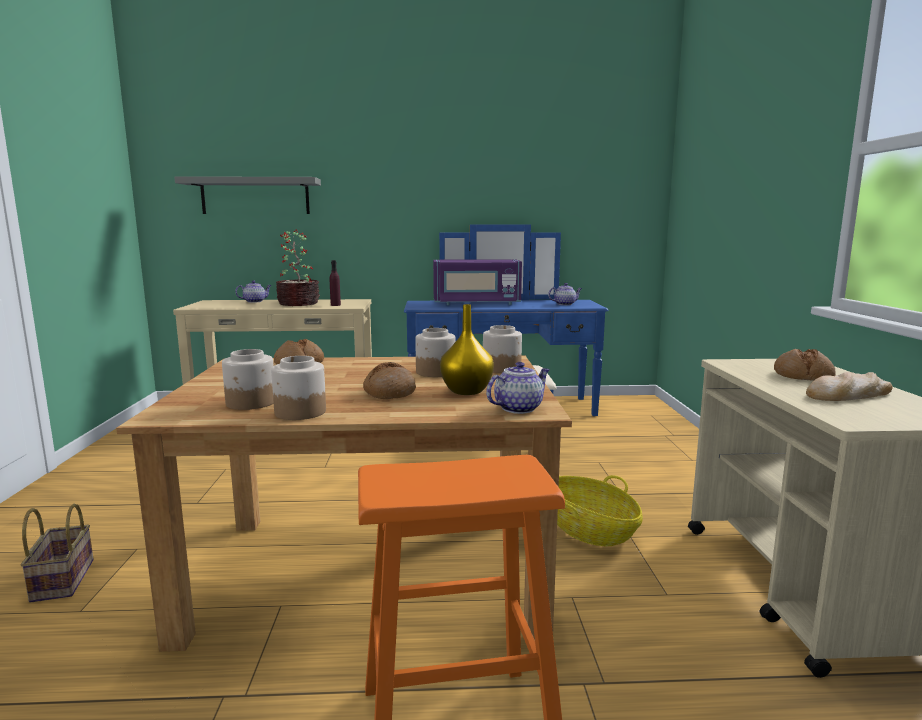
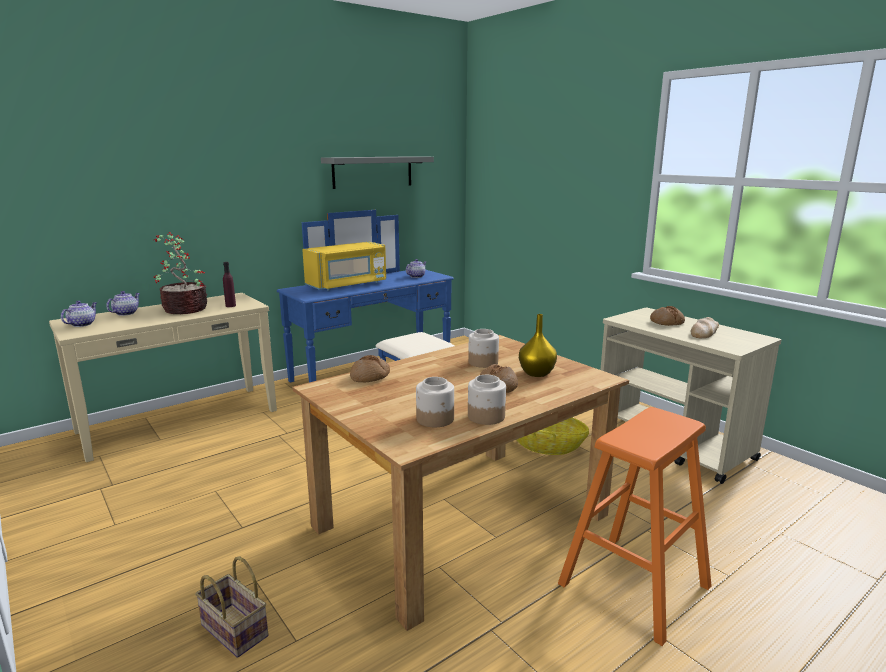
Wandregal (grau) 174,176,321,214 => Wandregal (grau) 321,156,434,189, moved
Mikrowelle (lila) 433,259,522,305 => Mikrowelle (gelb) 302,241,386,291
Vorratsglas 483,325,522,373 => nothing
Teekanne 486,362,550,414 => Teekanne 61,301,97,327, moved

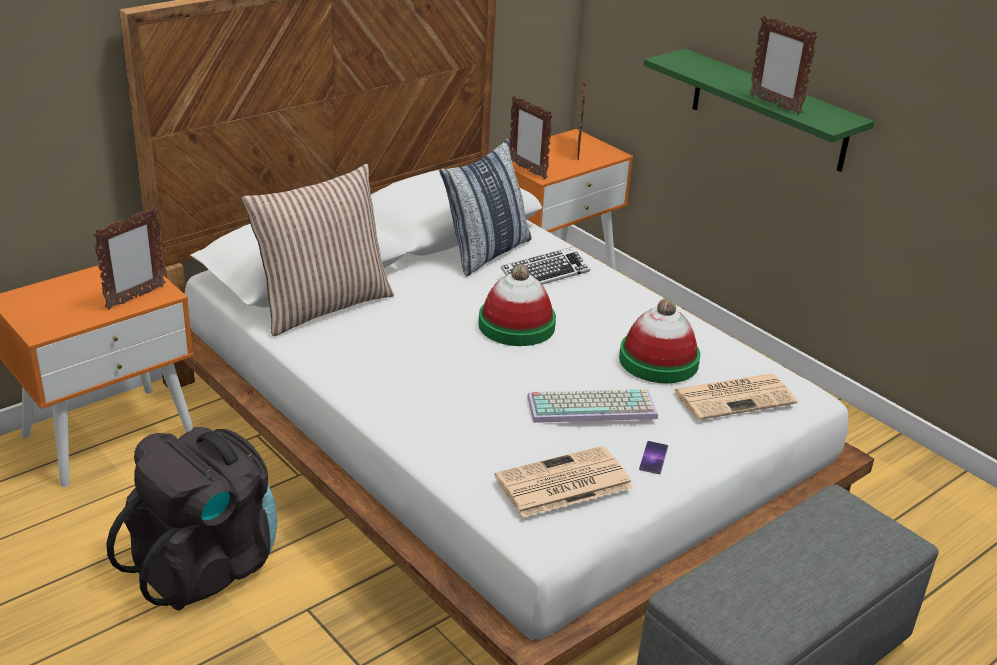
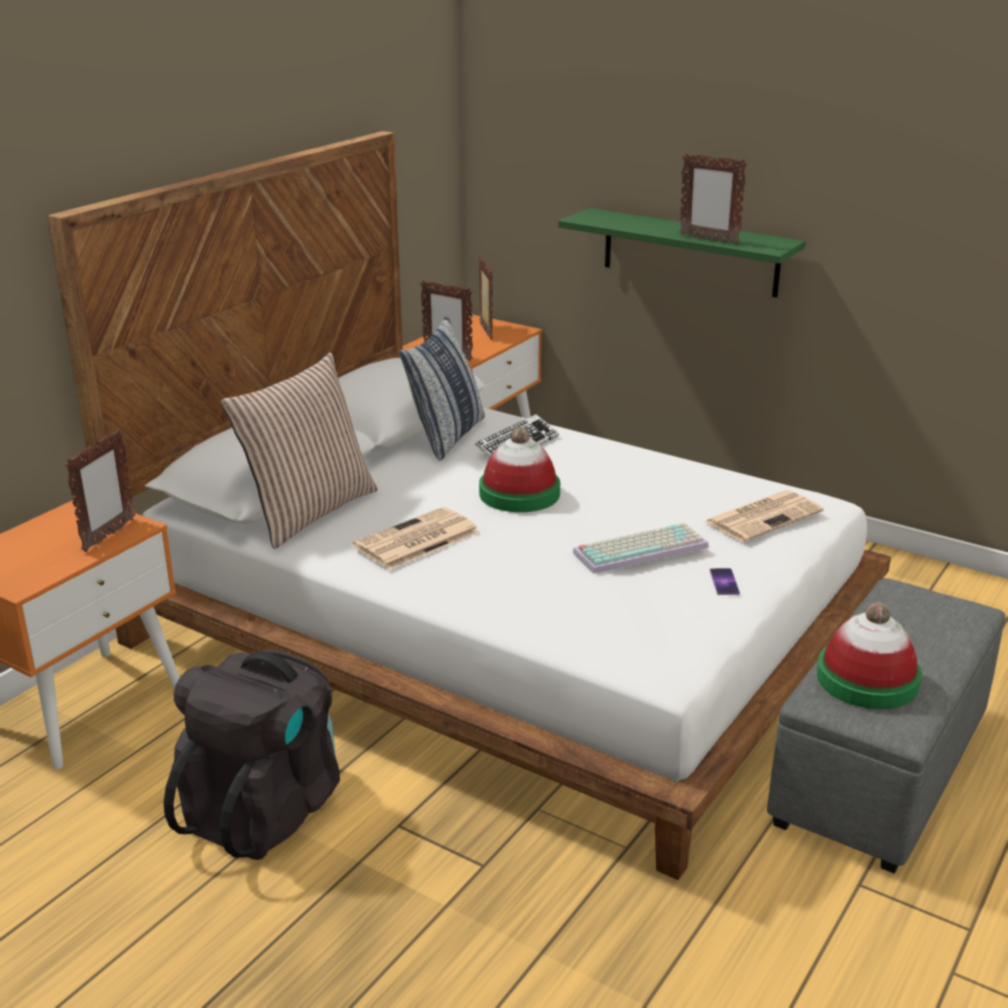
Hut 619,298,701,383 => Hut 817,602,922,709, moved
Zeitung 495,446,633,517 => Zeitung 353,507,479,570, moved

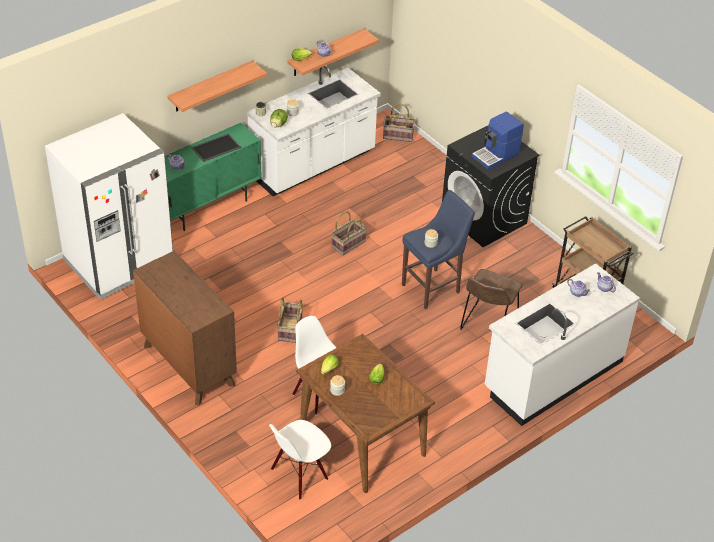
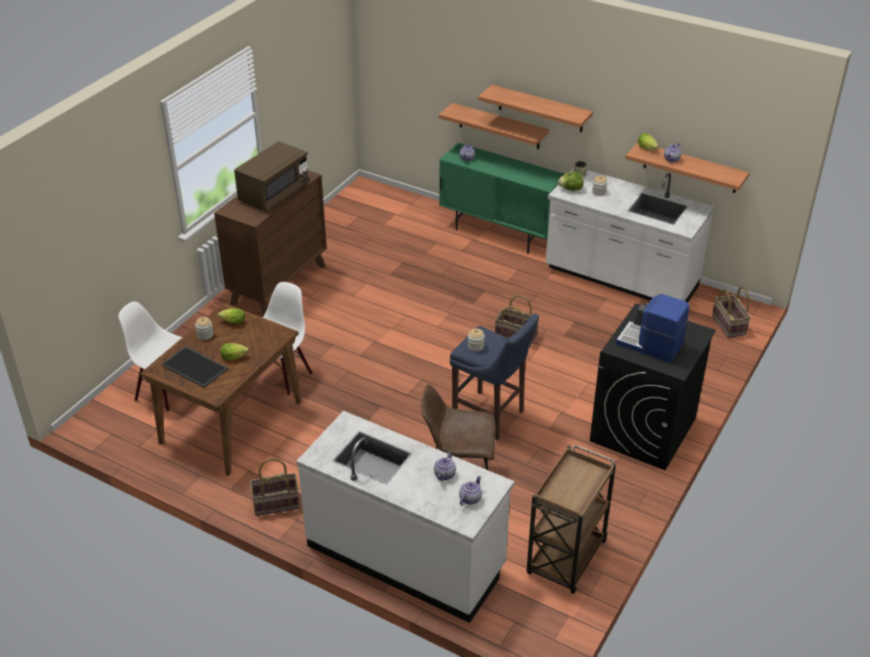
Kühlschrank (weiß) 45,113,173,299 => nothing
Tablett 191,133,241,162 => Tablett 161,346,228,388, moved
Korb 277,297,303,343 => Korb 249,458,300,516, moved
nothing => Wandregal 439,103,549,149
nothing => Mikrowelle (braun) 234,141,310,211

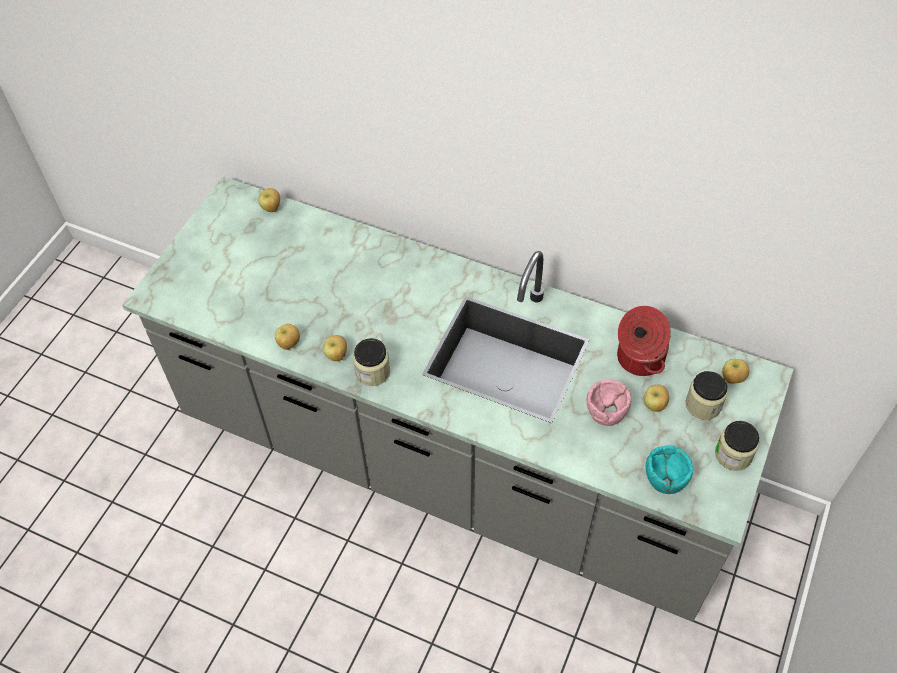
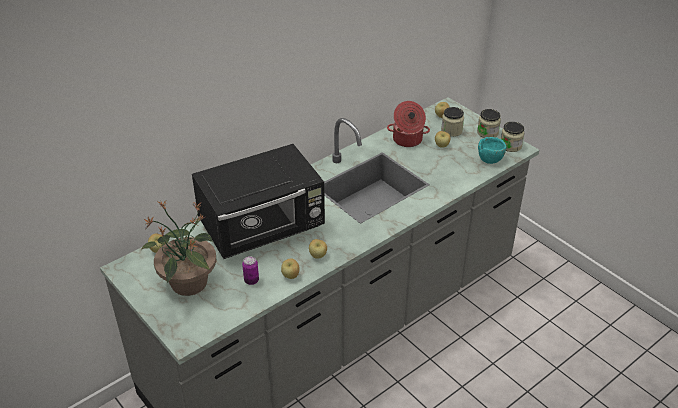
Vorratsglas 353,338,390,386 => Vorratsglas 501,122,525,152, moved
Schüssel (rosa) 587,379,631,426 => nothing
nothing => Mikrowelle (schwarz) 192,144,325,259
nothing => Topfpflanze 141,201,216,296
nothing => Dose 242,256,259,285

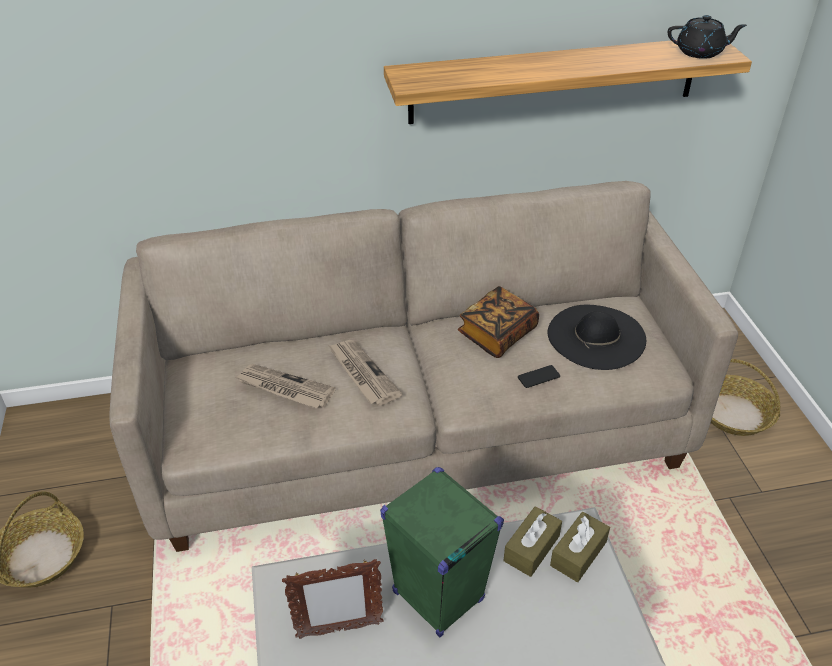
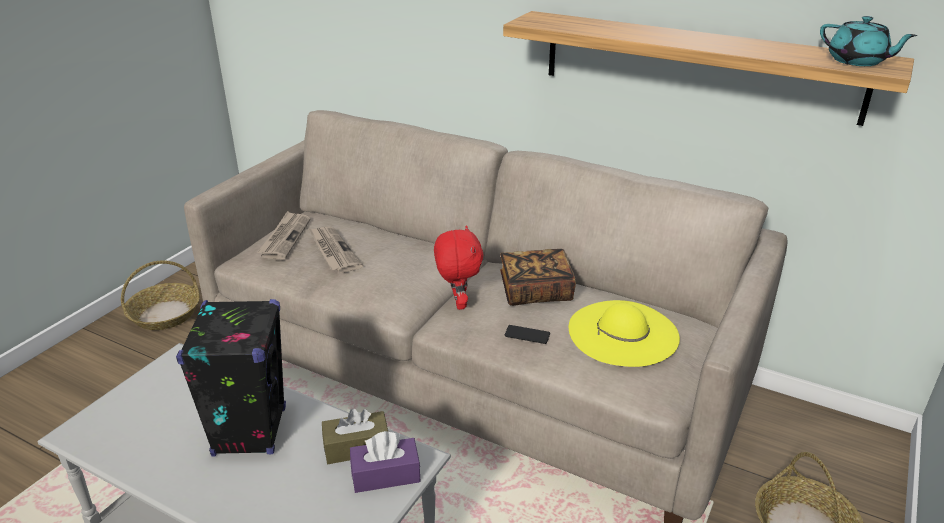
Teekanne (schwarz) 668,15,747,59 => Teekanne (türkis) 820,16,918,66
Hut (schwarz) 548,305,646,370 => Hut (gelb) 569,300,680,367
Zeitung 328,340,402,406 => Zeitung 257,211,311,260, moved
Lautsprecher (grün) 380,467,504,638 => Lautsprecher (schwarz) 176,299,286,456
Taschentuchbox (braun) 550,512,610,582 => Taschentuchbox (lila) 350,431,421,493
Bilderrahmen 282,559,383,639 => nothing
nothing => Plüschtier (rot) 434,225,484,310

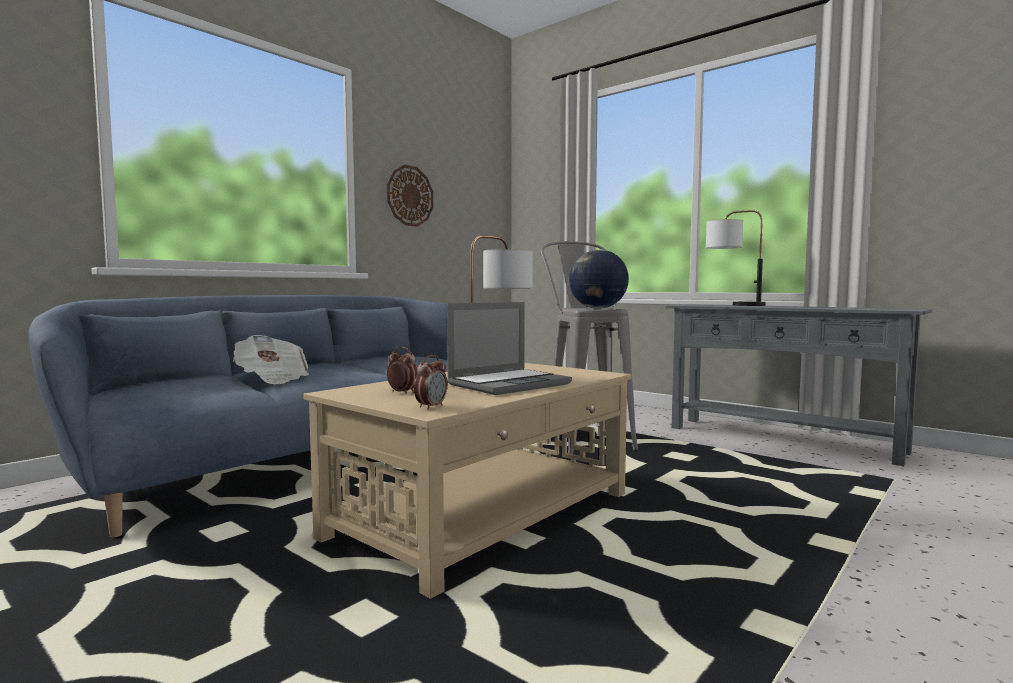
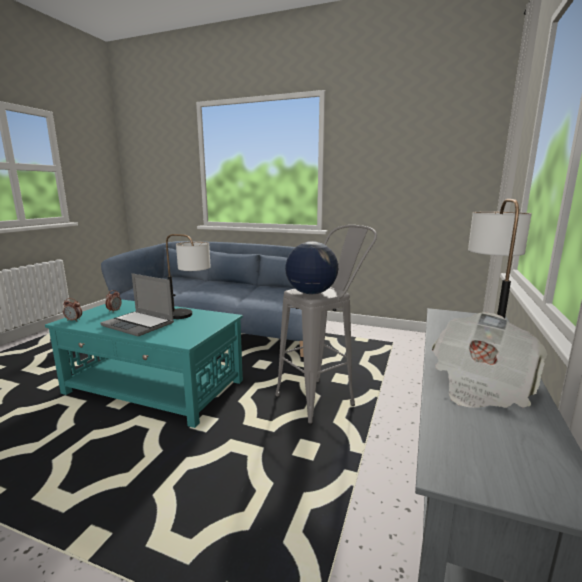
Wanduhr 387,165,433,227 => nothing
Zeitung 233,335,309,384 => Zeitung 432,312,547,408, moved
Couchtisch (beige) 303,363,632,599 => Couchtisch (türkis) 45,299,243,428

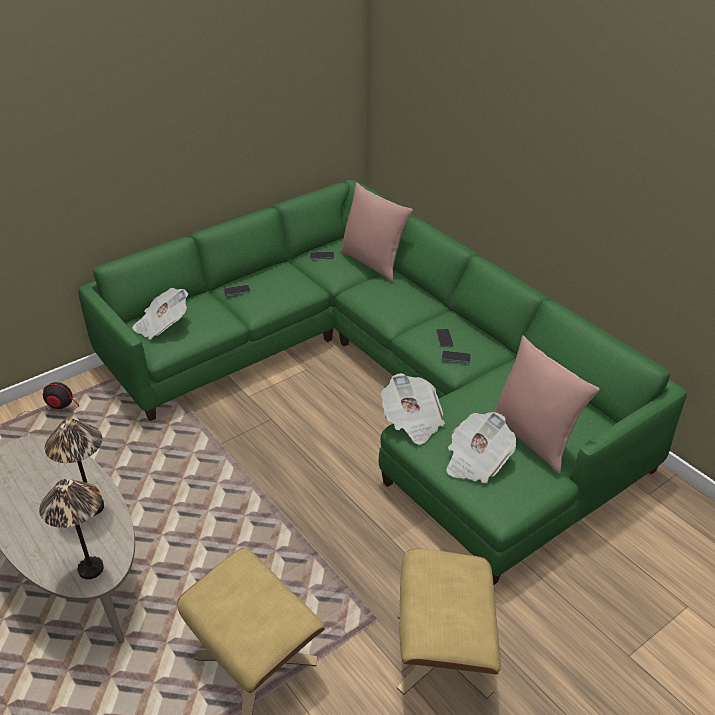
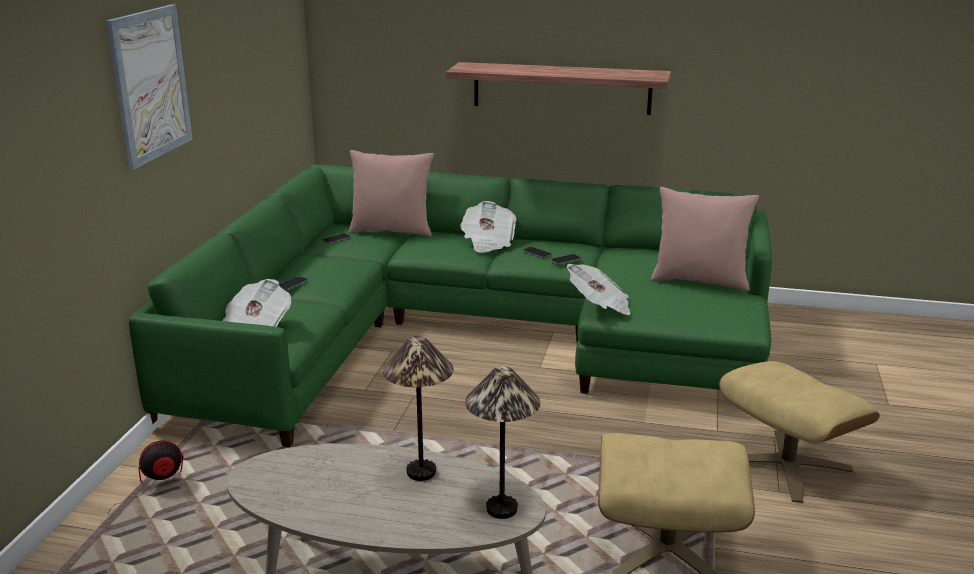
Zeitung 446,412,516,483 => Zeitung 460,201,516,253, moved
nothing => Bild 106,4,193,170
nothing => Wandregal 446,62,671,115

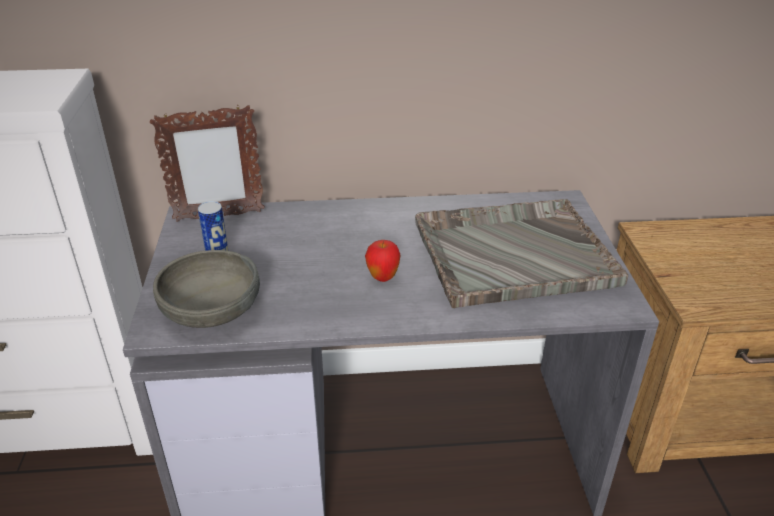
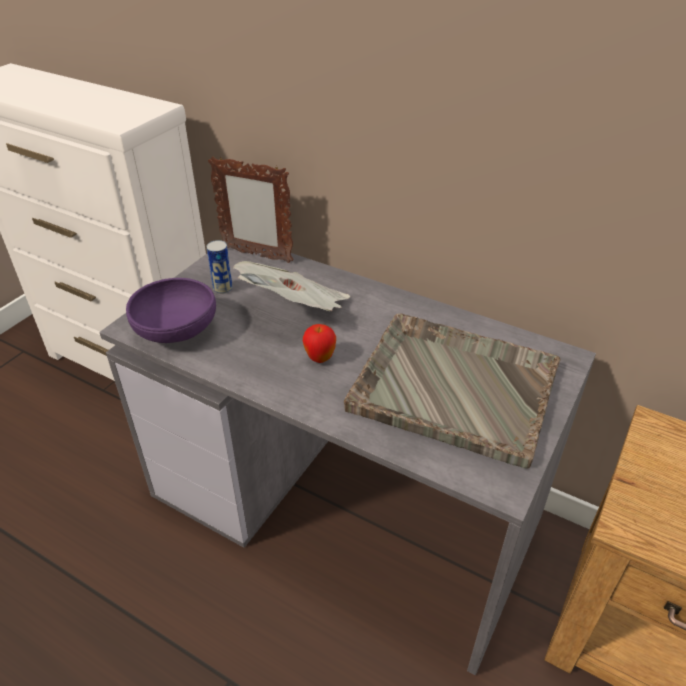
Schüssel (grau) 153,250,260,328 => Schüssel (lila) 126,278,216,343
nothing => Zeitung 234,261,351,311

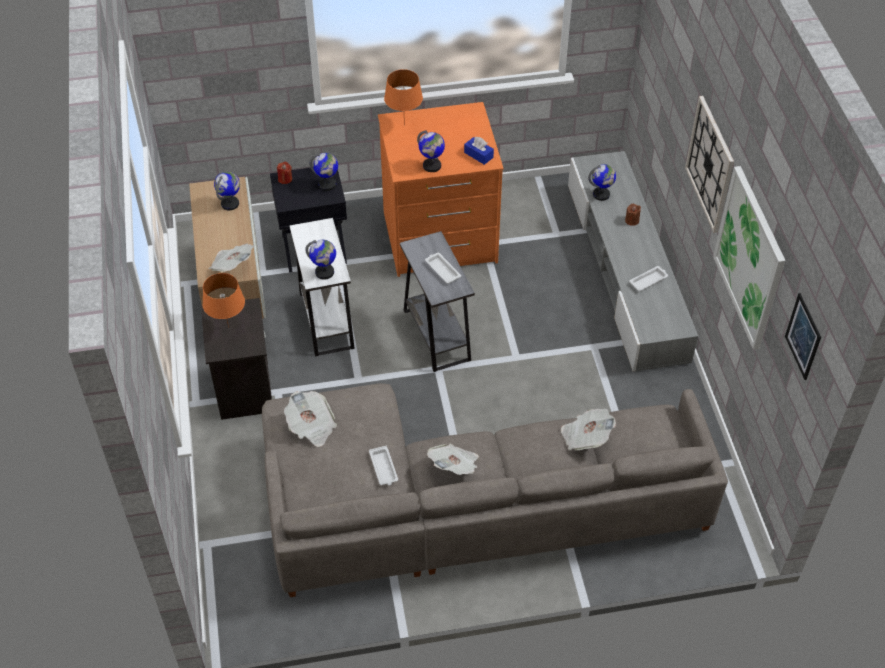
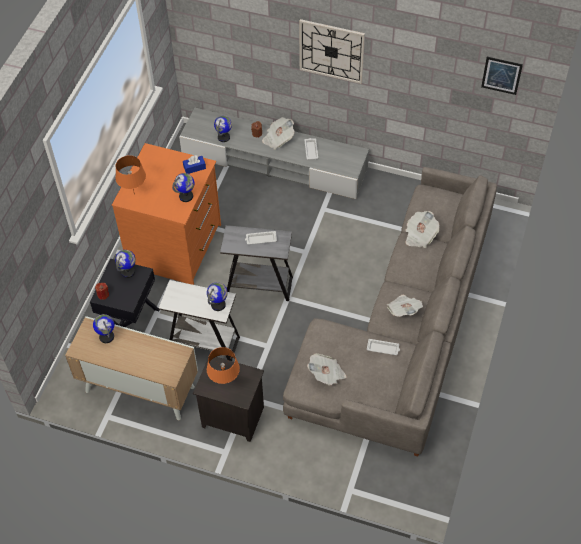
Bild 713,166,786,350 => nothing
Zeitung 209,244,254,272 => Zeitung 262,117,294,150, moved

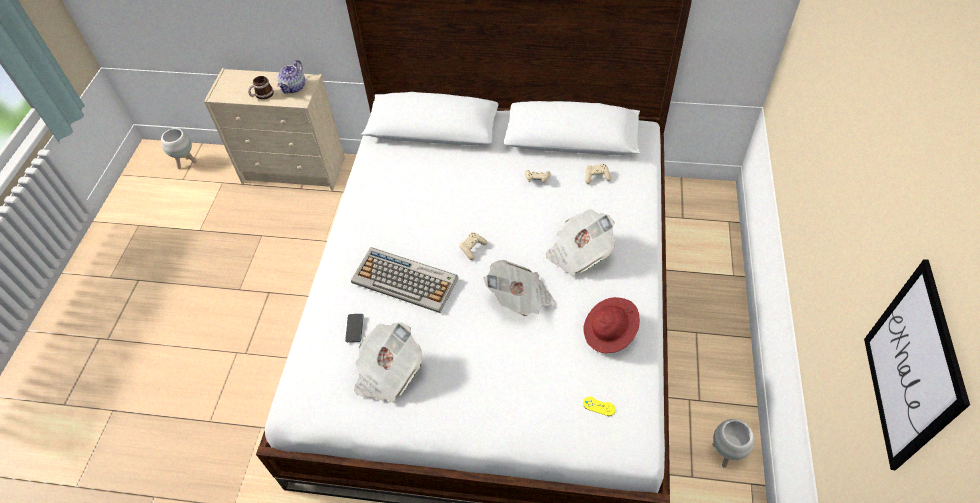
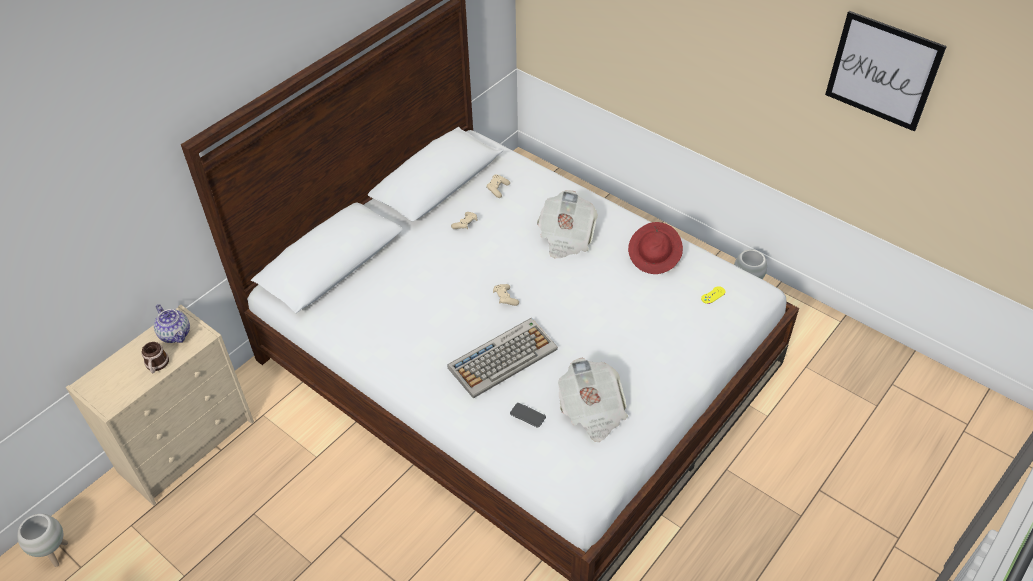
Zeitung 484,260,556,316 => nothing

